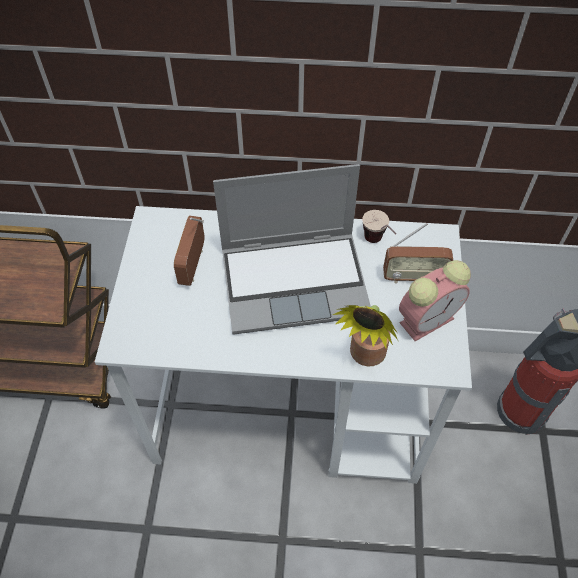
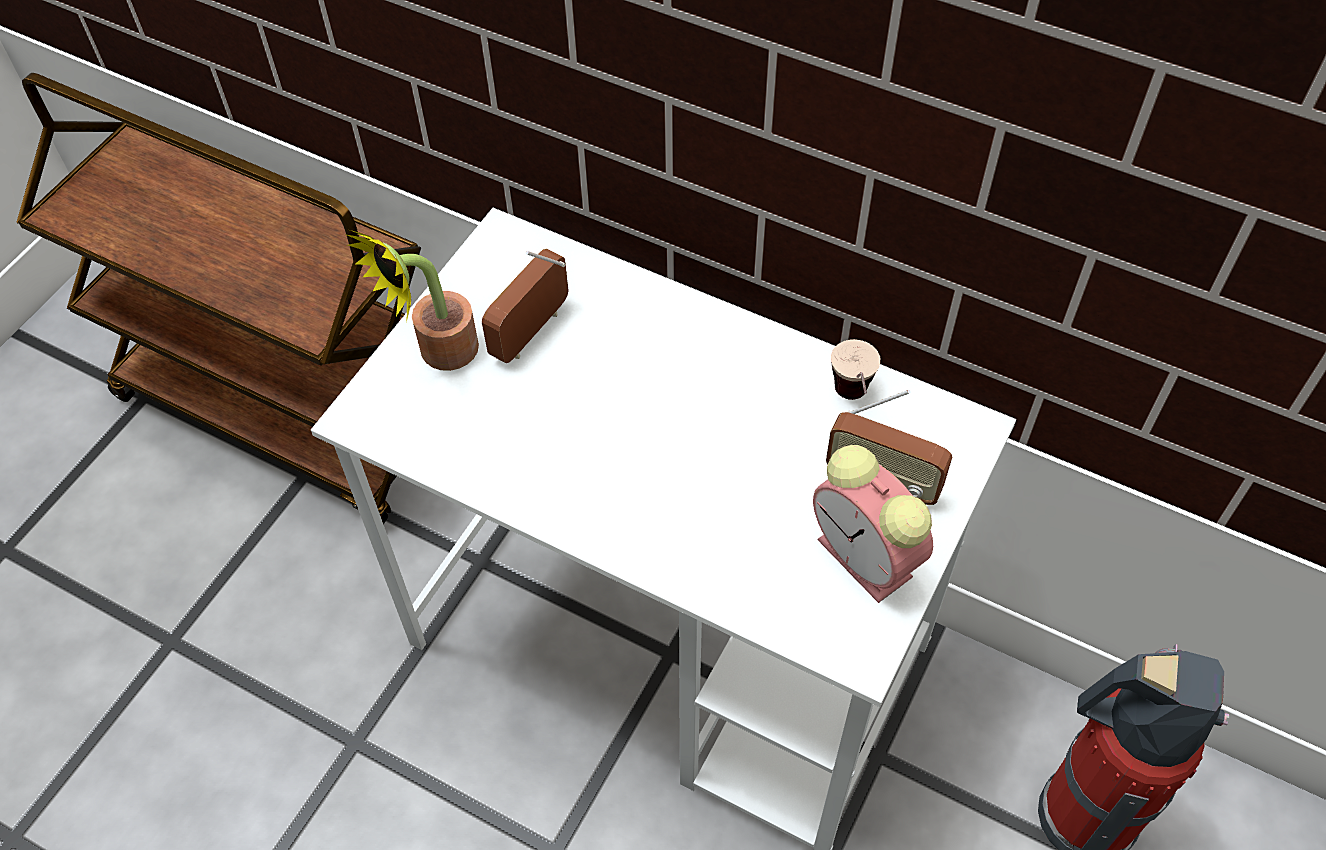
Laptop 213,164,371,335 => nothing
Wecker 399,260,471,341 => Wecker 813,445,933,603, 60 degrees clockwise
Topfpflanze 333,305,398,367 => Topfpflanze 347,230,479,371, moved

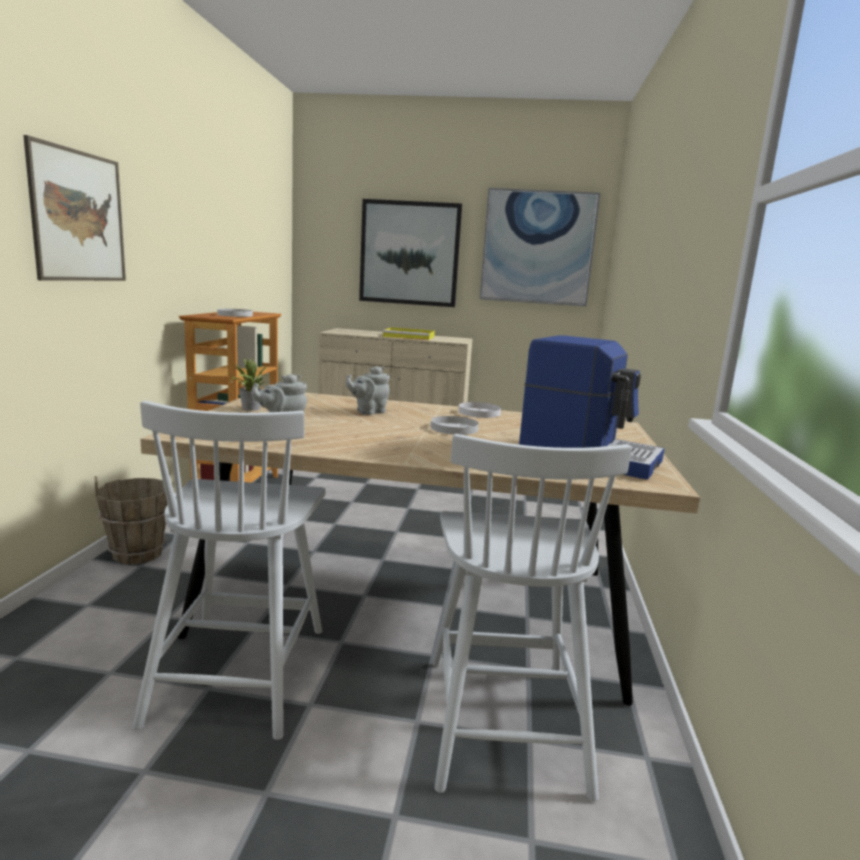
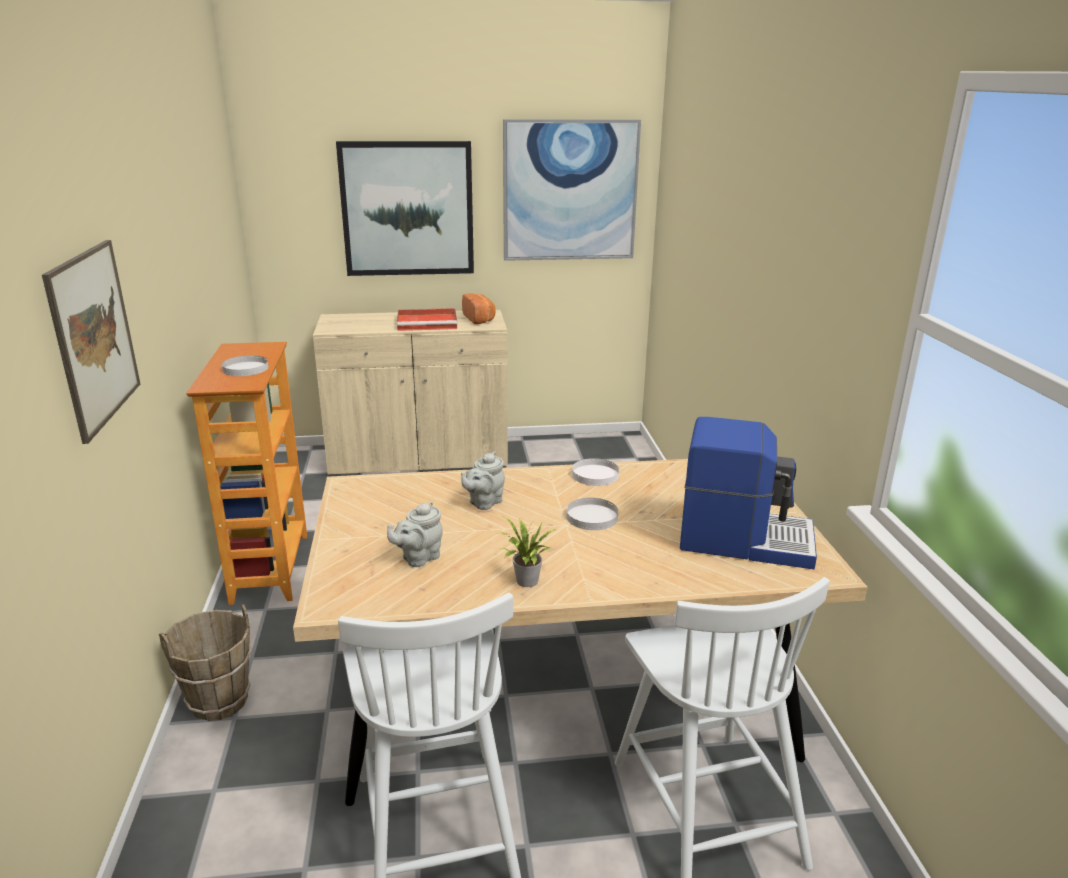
Tablett (gelb) 383,327,435,340 => Tablett (rot) 397,308,457,331
Topfpflanze 229,358,268,411 => Topfpflanze 500,517,557,587, moved
nothing => Brot 462,293,496,324

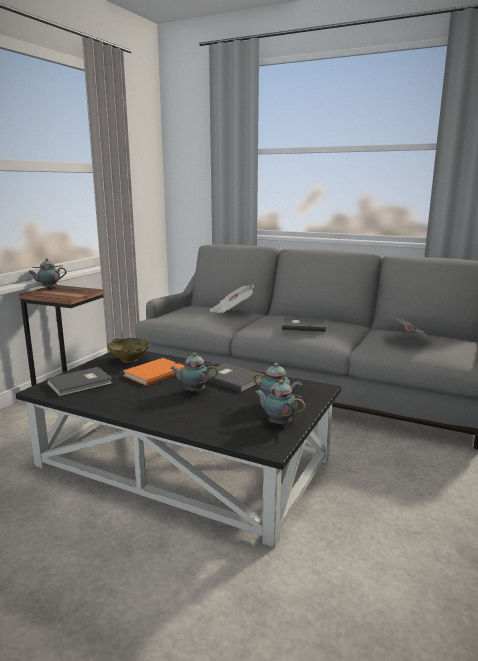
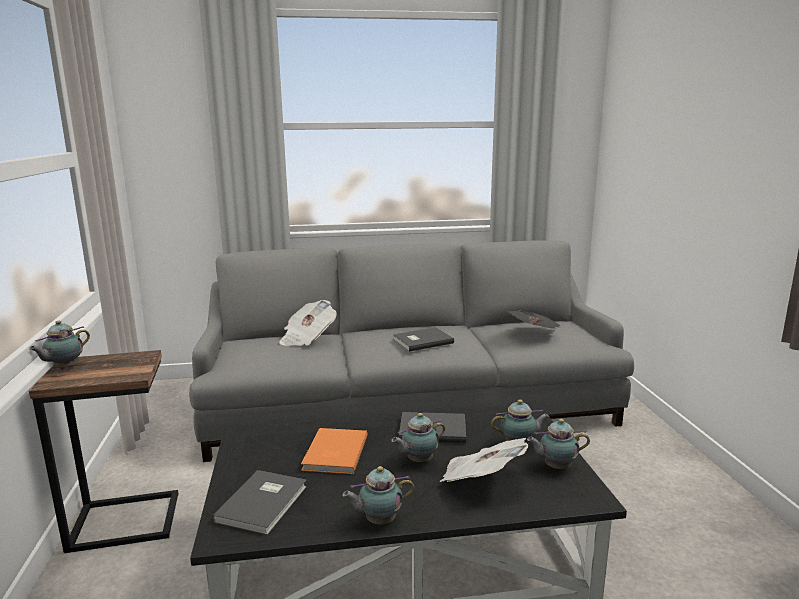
Schüssel (beige) 107,338,150,363 => nothing
nothing => Zeitung 440,438,528,482
nothing => Teekanne 342,466,415,524

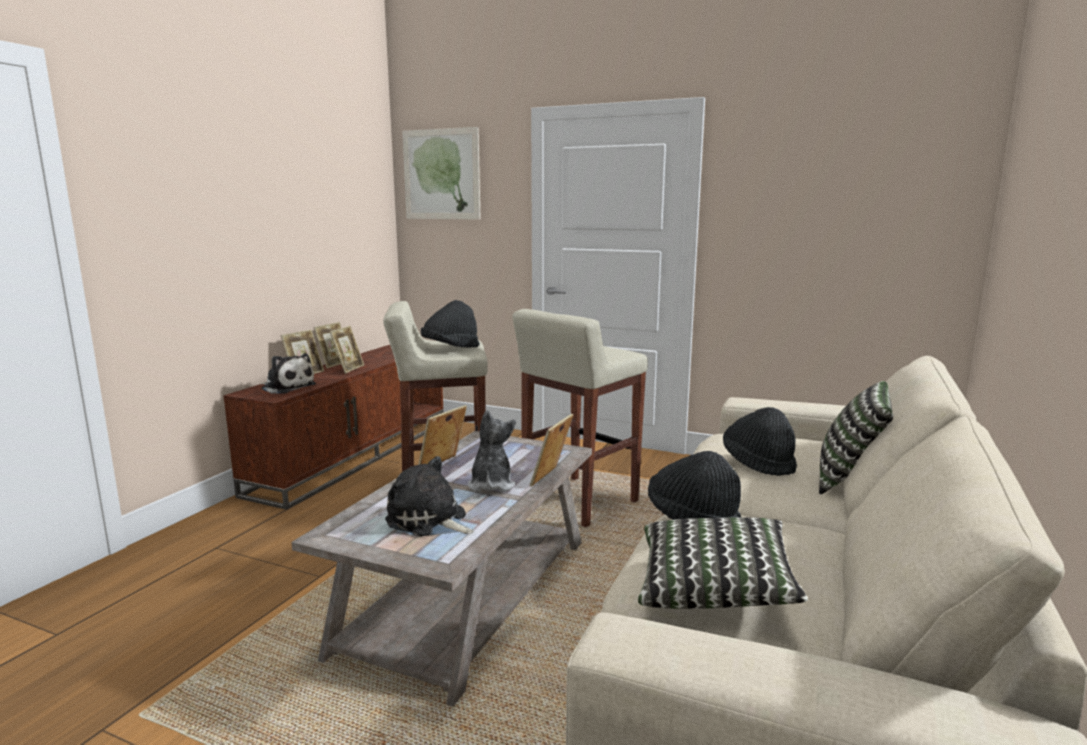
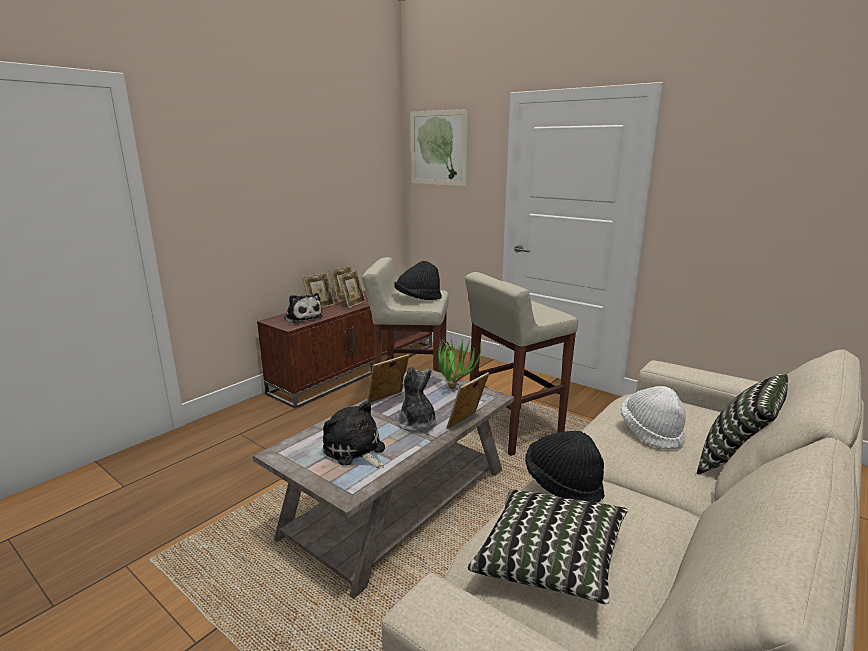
Hut (schwarz) 723,407,797,476 => Hut (weiß) 621,386,686,449
Plüschtier 468,410,516,492 => Plüschtier 396,366,437,432, 45 degrees counterclockwise
nothing => Topfpflanze 438,337,482,389

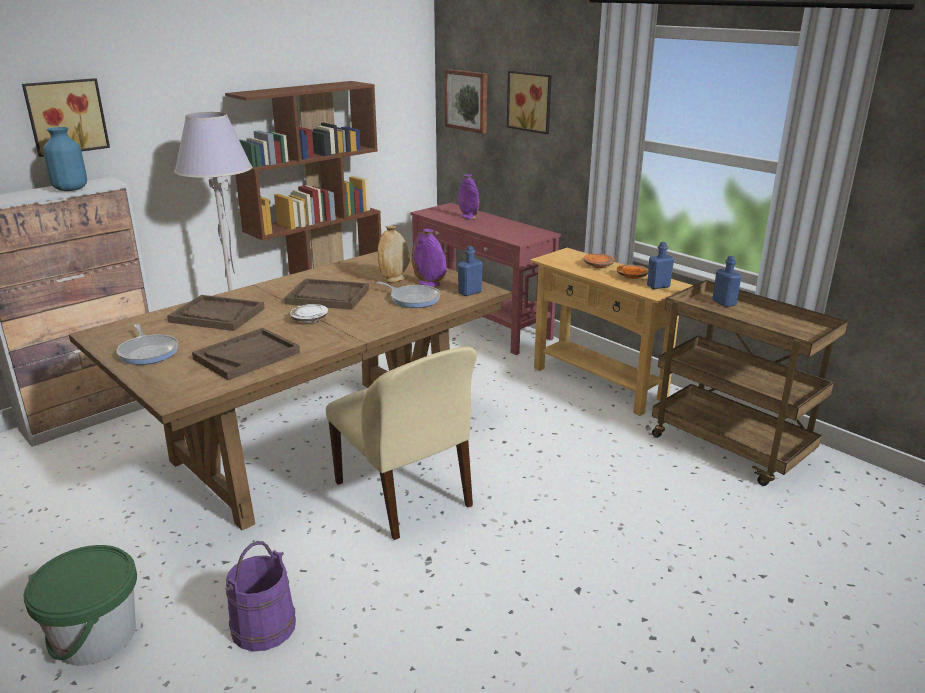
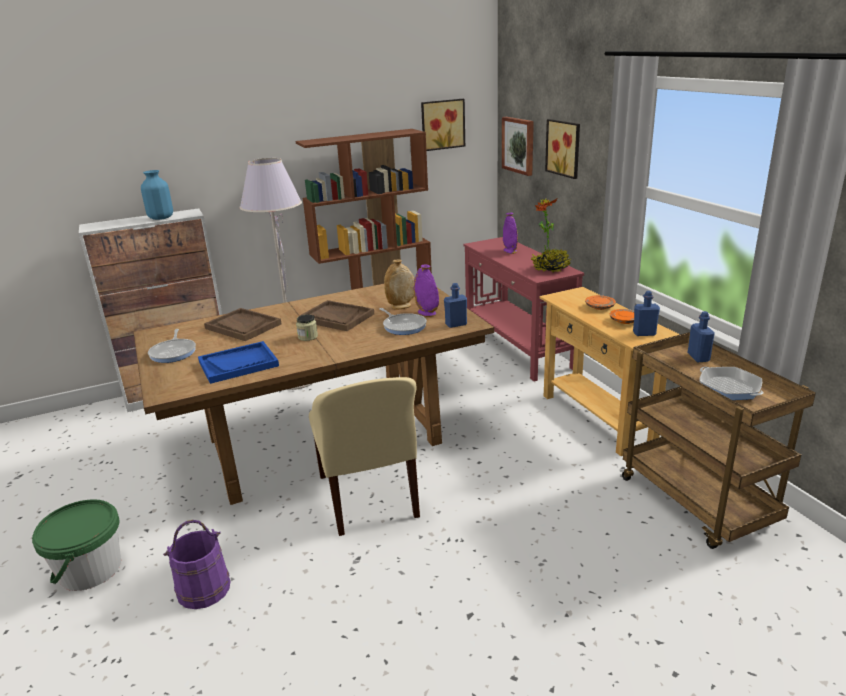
Bild 22,78,110,157 => Bild 421,99,465,151, moved
Teller (weiß) 290,304,328,323 => Vorratsglas 296,314,318,341
Tablett (braun) 192,328,300,380 => Tablett (blau) 198,341,279,384
nothing => Topfpflanze 531,198,571,272
nothing => Pfanne 699,367,764,400

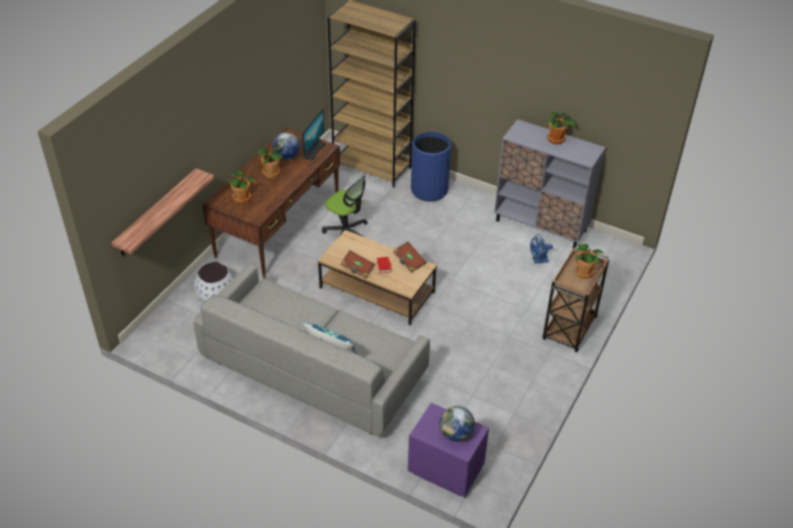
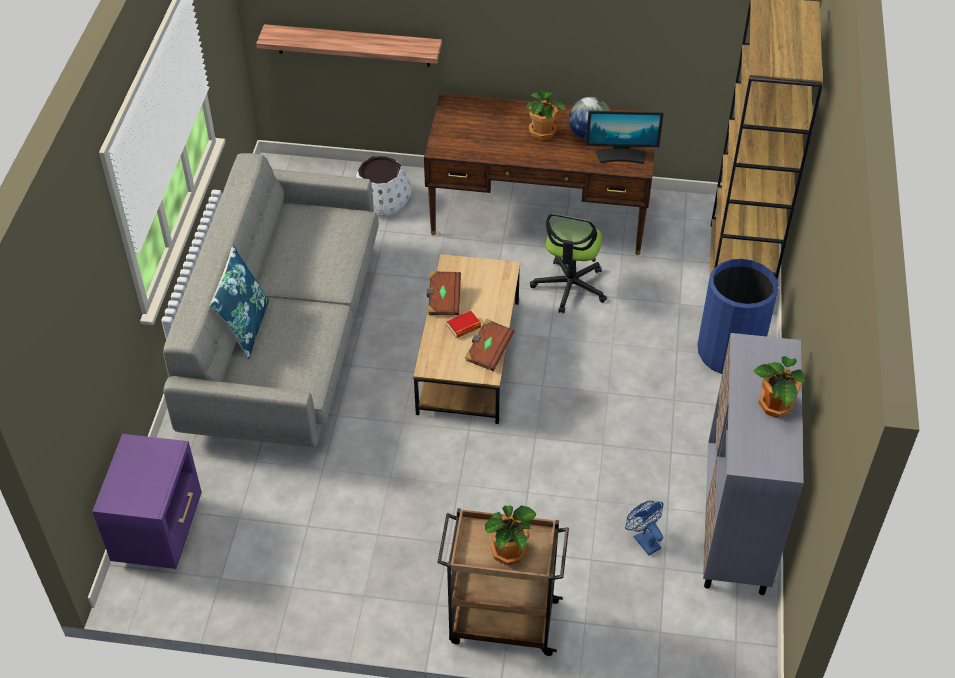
Topfpflanze 228,171,255,204 => nothing
Globus 439,406,475,442 => nothing

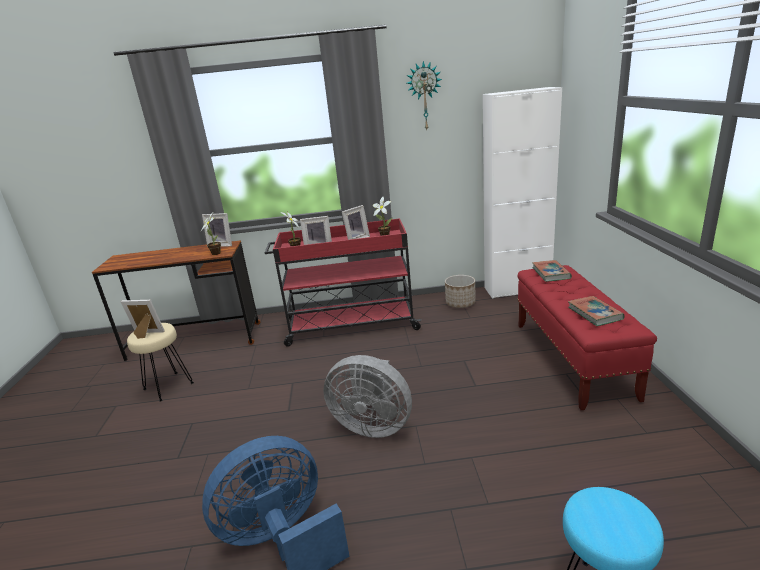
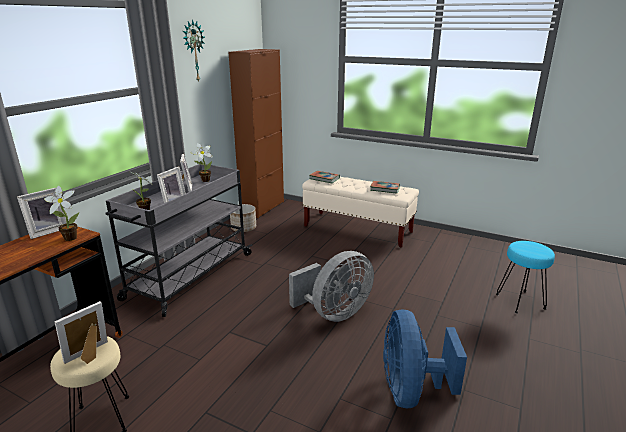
Schrank (weiß) 483,87,562,299 => Schrank (braun) 229,49,284,218
Rollwagen (rot) 264,218,422,347 => Rollwagen (grau) 106,164,253,317
Bank (rot) 517,265,657,410 => Bank (beige) 302,177,419,248

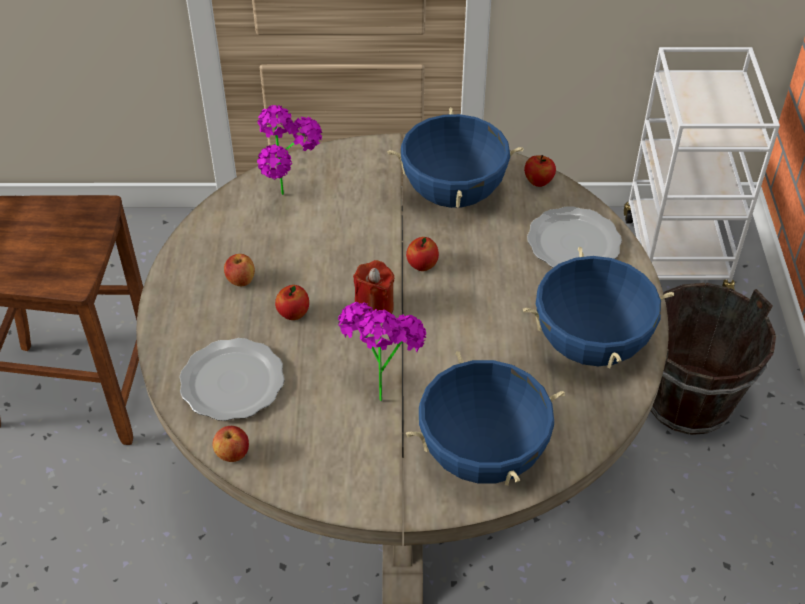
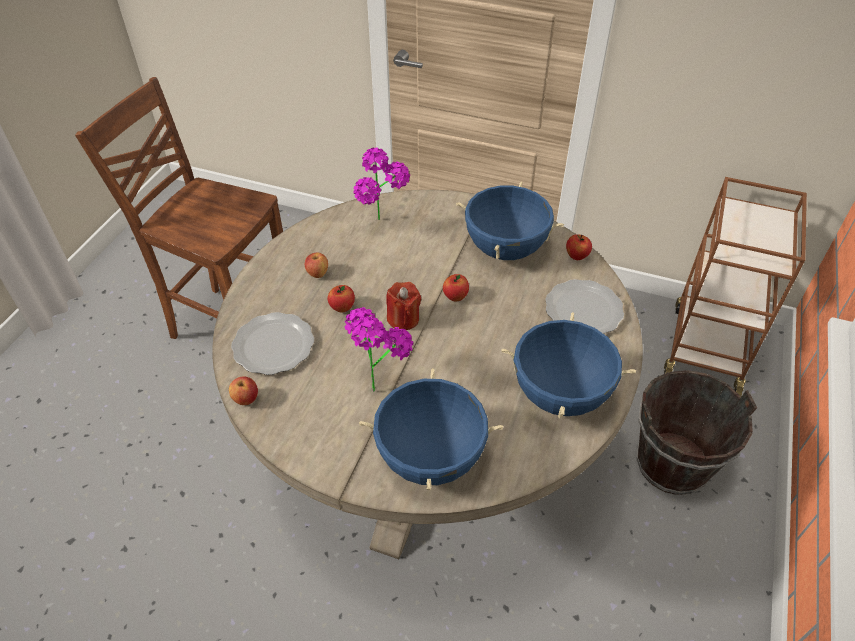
Rollwagen (weiß) 624,47,780,290 => Rollwagen (braun) 664,177,807,396

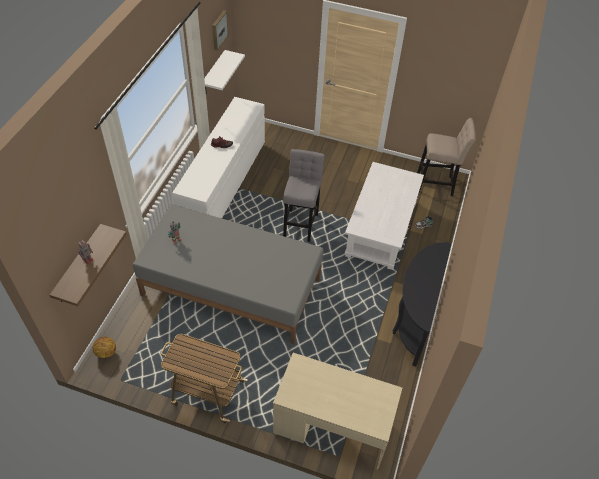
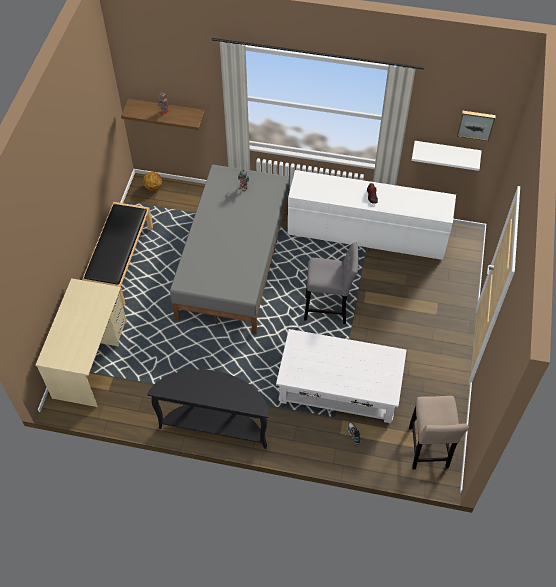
Rollwagen 161,334,248,423 => Bank (schwarz) 82,202,153,307

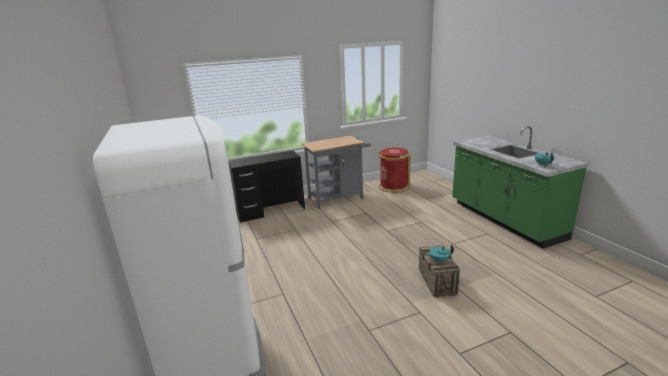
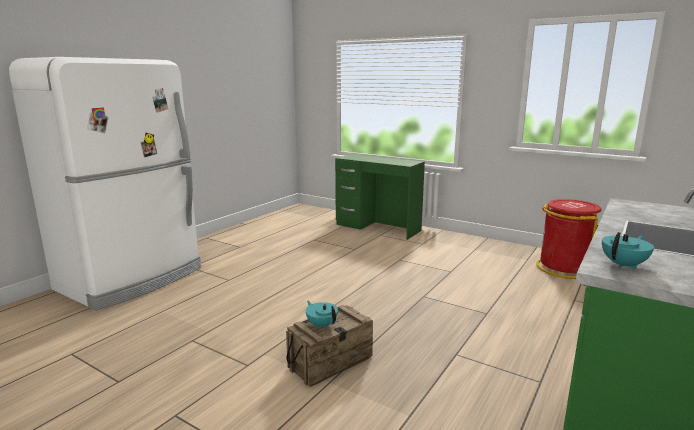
Rollwagen (grau) 301,136,371,209 => nothing
Schreibtisch (schwarz) 228,150,305,223 => Schreibtisch (grün) 335,154,425,240

